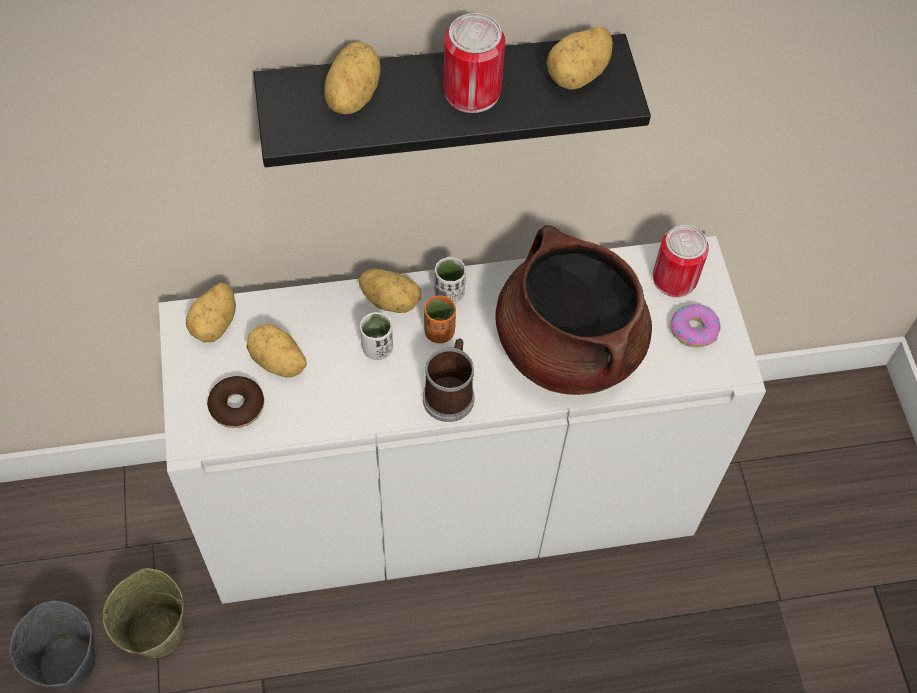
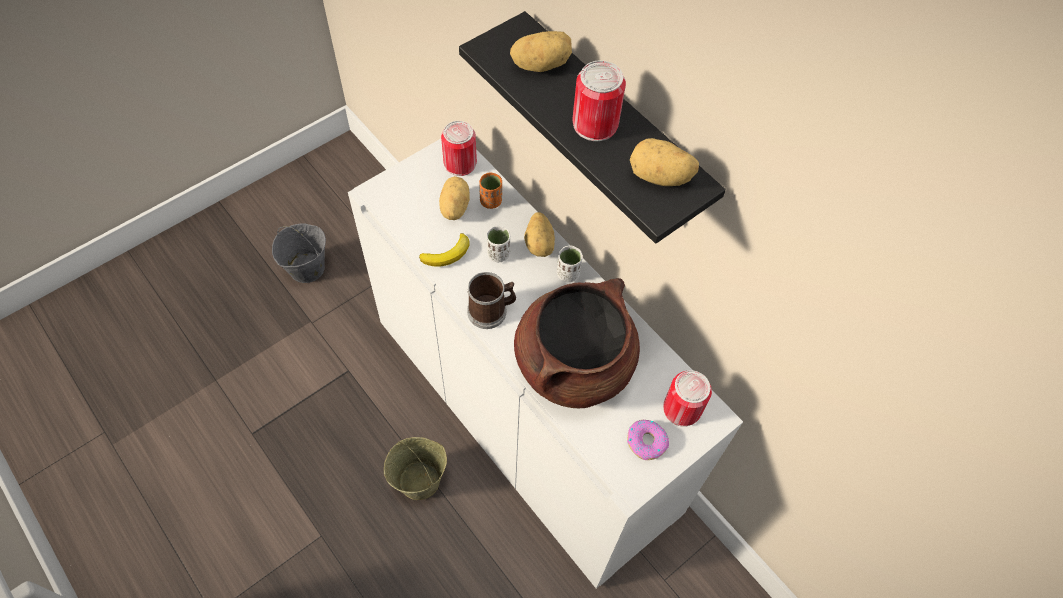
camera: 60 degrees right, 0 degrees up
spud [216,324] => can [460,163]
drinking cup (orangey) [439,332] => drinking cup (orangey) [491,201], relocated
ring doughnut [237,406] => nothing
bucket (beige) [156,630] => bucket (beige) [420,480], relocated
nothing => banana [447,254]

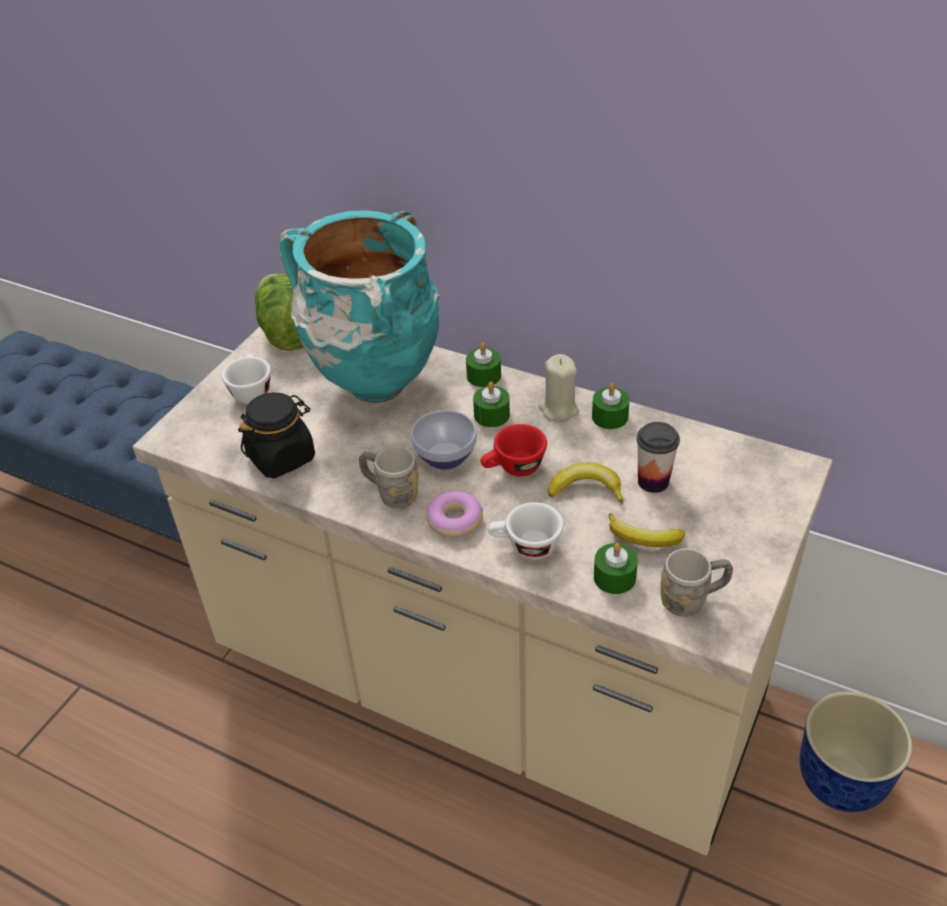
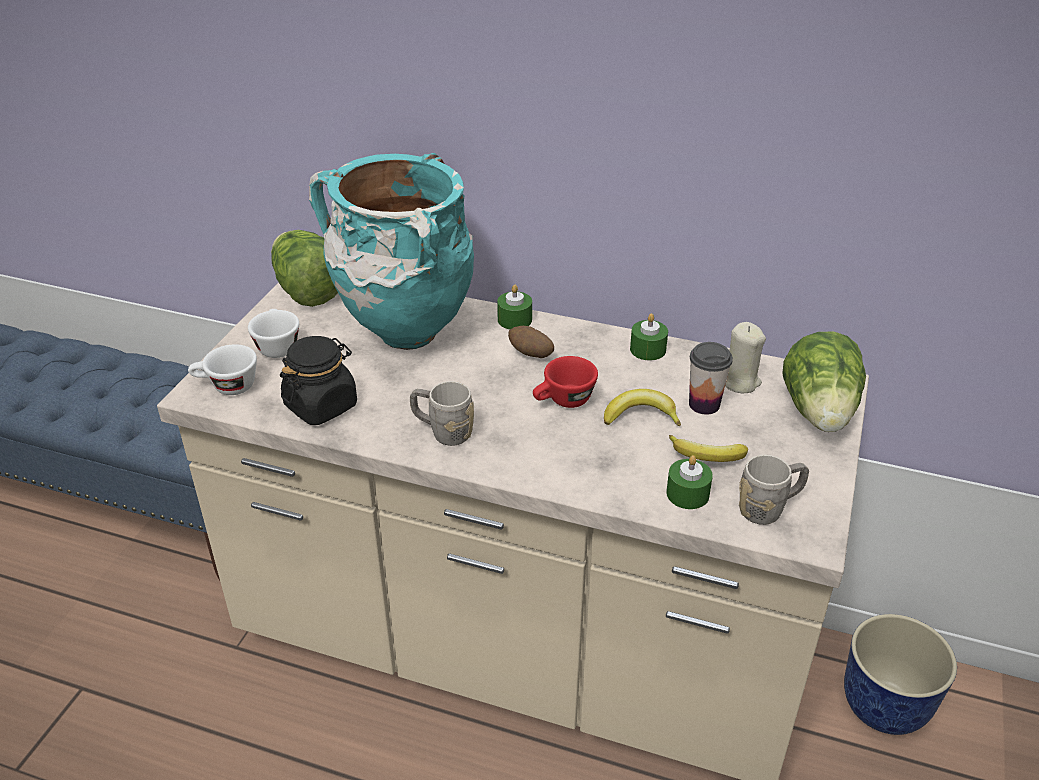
camera: 10 degrees left, 5 degrees down
wax candle (beige) [558,409] => wax candle (beige) [739,381], relocated
wax candle (green) [491,415] => spud [530,354]
bowl [447,456] => nothing
ring doughnut [454,520] => nothing
drinking cup (whitish) [525,547] => drinking cup (whitish) [227,386], relocated
nothing => lettuce [819,413]

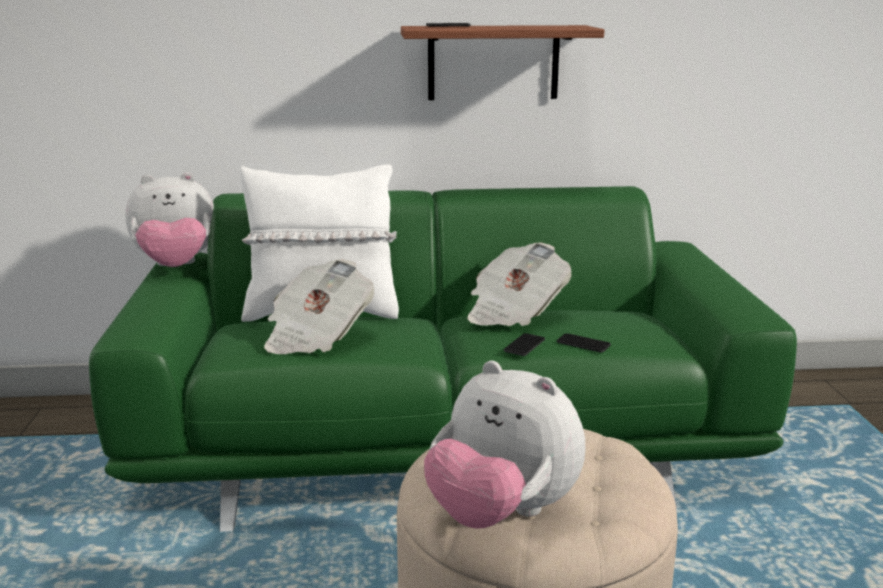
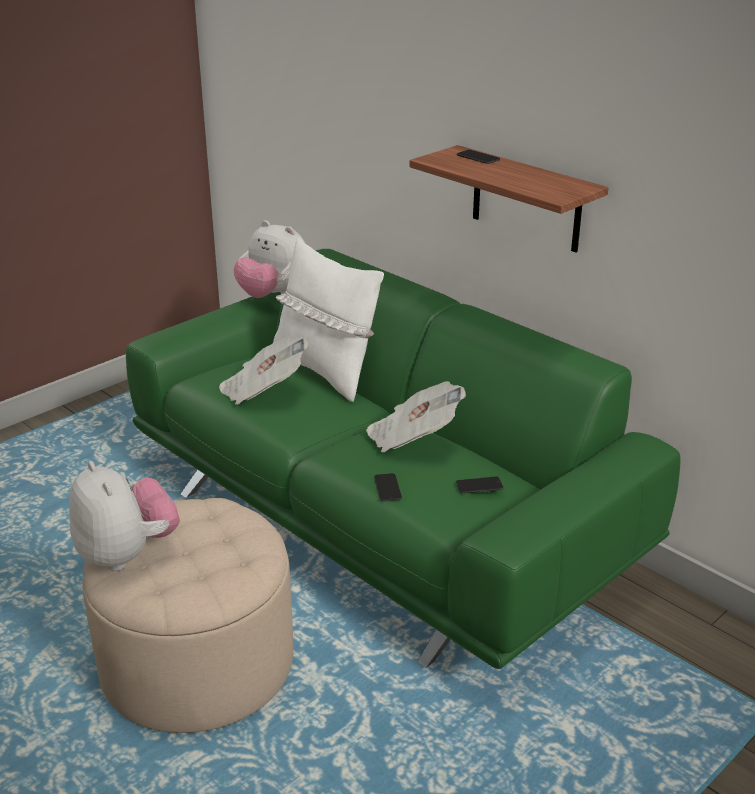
camera: 50 degrees right, 10 degrees up
handset [524,345] => handset [479,486], relocated
cuddly toy [502,514] => cuddly toy [127,554], 150 degrees clockwise

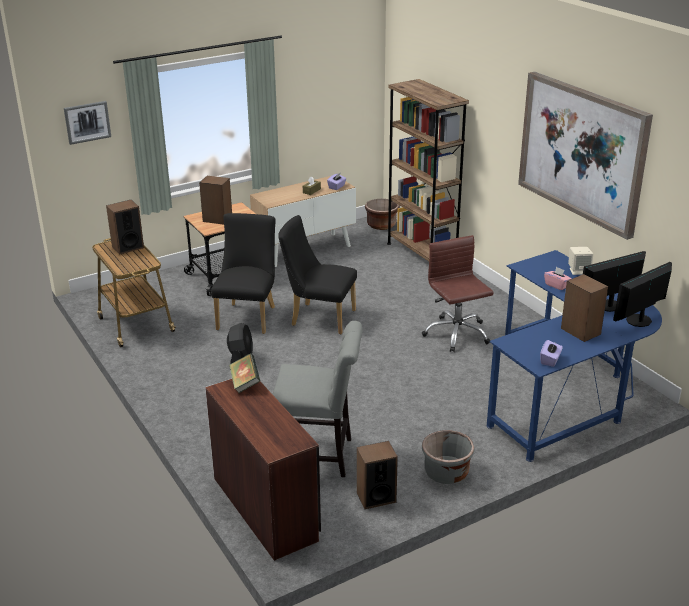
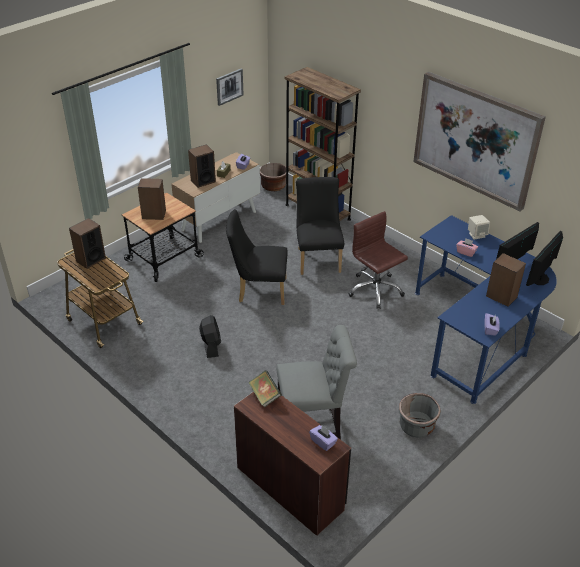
camera: 15 degrees left, 10 degrees up
wall picture [87,122] => wall picture [229,86], relocated
upright chair (black) [248,316] => upright chair (black) [318,258], relocated
loudspeaker [376,497] => loudspeaker [203,181], relocated
nothing => tissue box (purplish) [323,442]

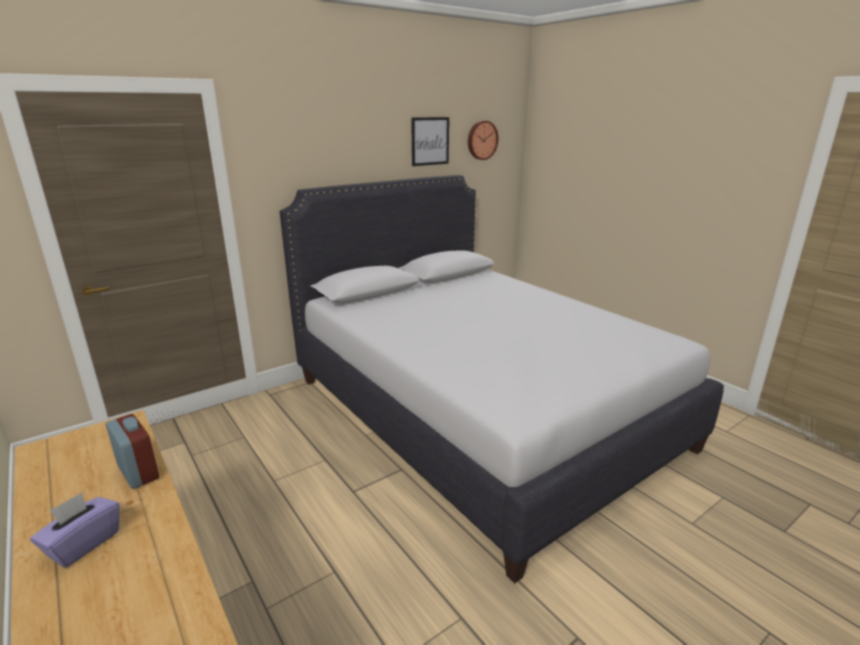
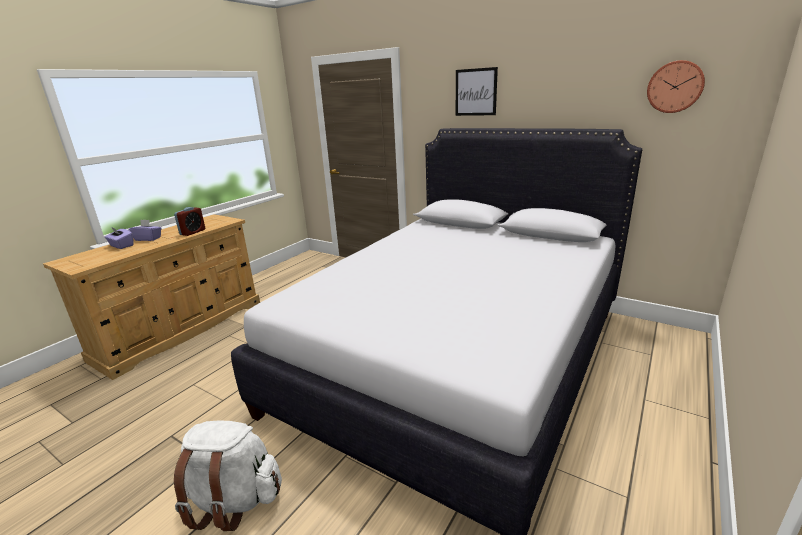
camera: 70 degrees right, 0 degrees up
wall picture [430,141] => wall picture [476,92], relocated
nothing => tissue box (purplish) [121,246]
nothing => knapsack (whitish) [233,500]

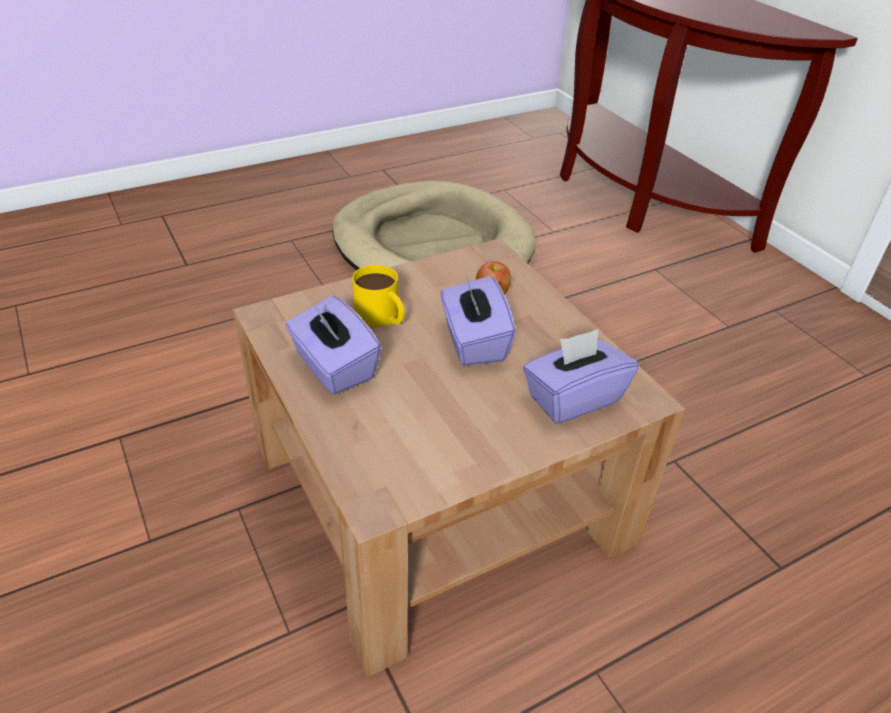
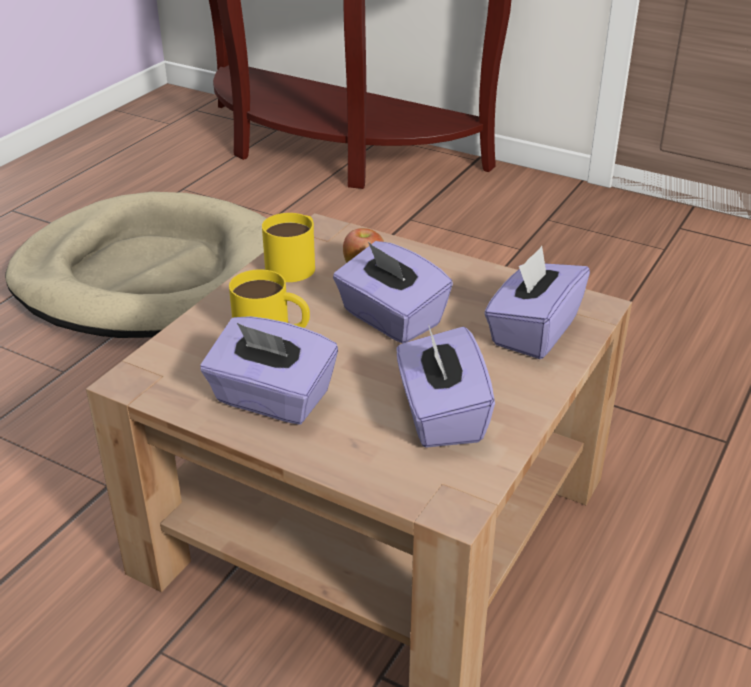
camera: 30 degrees left, 5 degrees down
nothing => mug (yellowish) [295,263]
nothing => tissue box (purplish) [440,415]

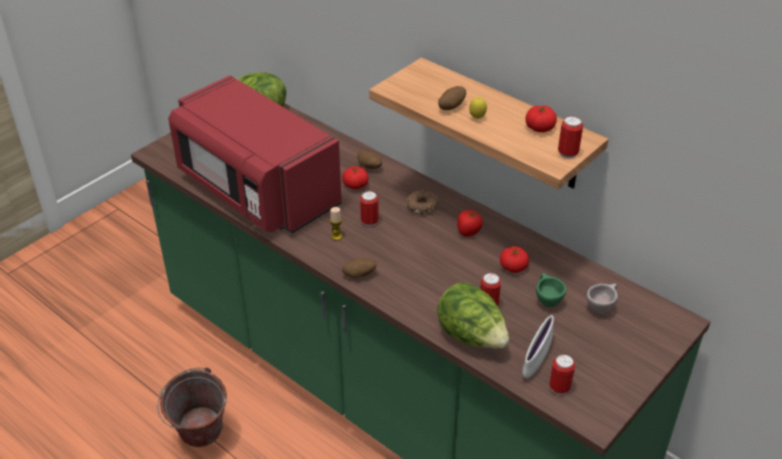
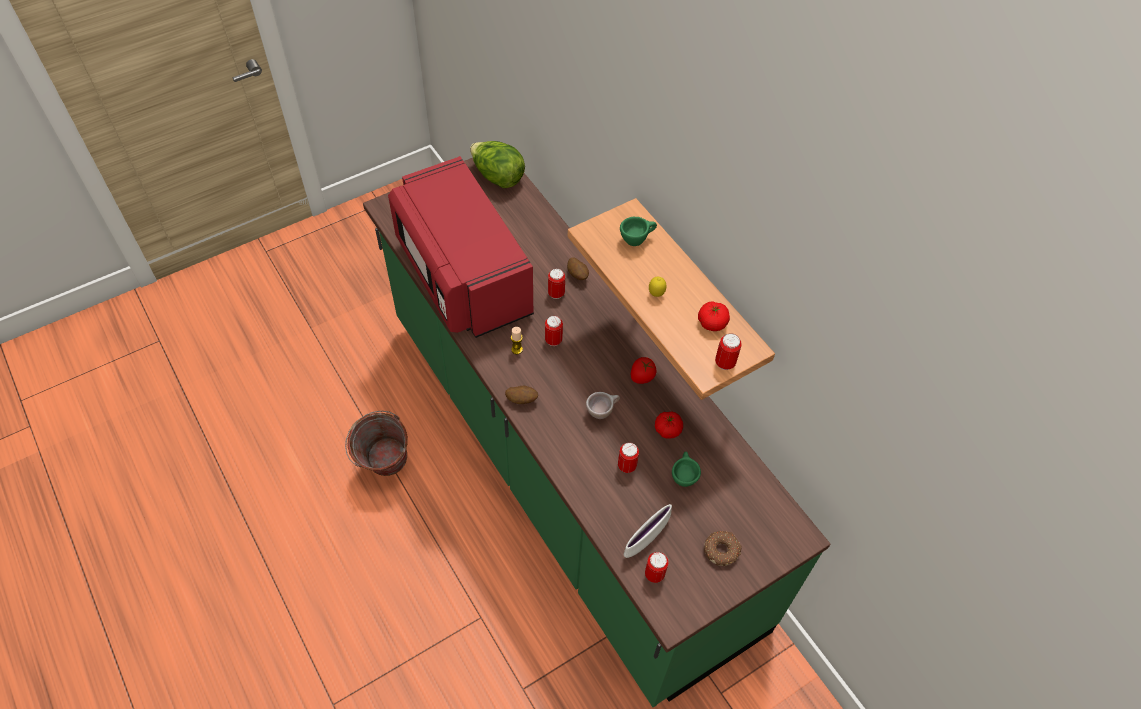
camera: 15 degrees right, 15 degrees up
spud [451,107] => nothing
tomato [355,185] => can [556,293]
ring doughnut [422,206] => ring doughnut [721,550], relocated
lettuce [471,337] => nothing
drinking cup (beige) [601,307] => drinking cup (beige) [602,411], relocated
nothing => drinking cup (green) [637,240]

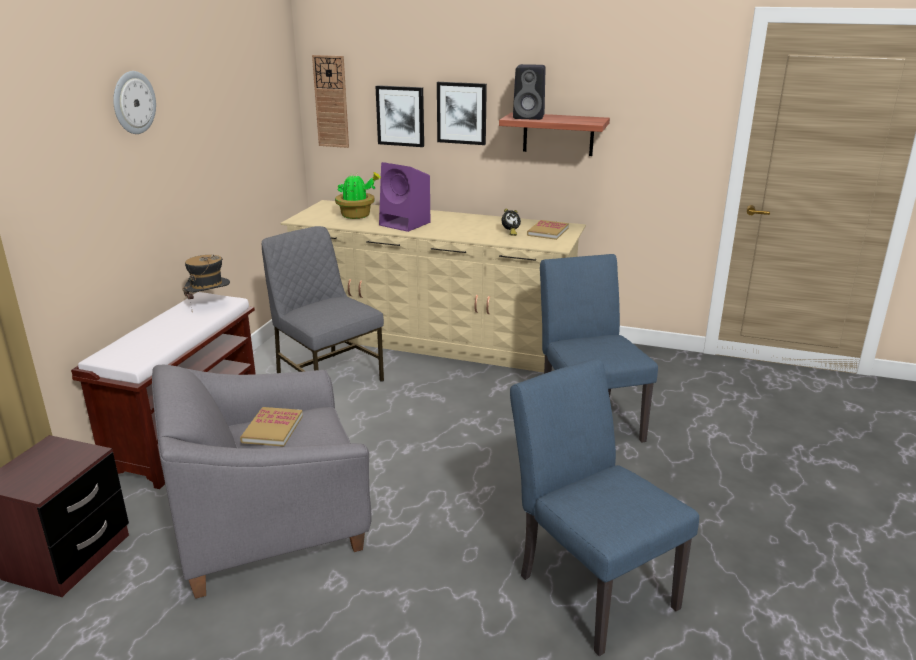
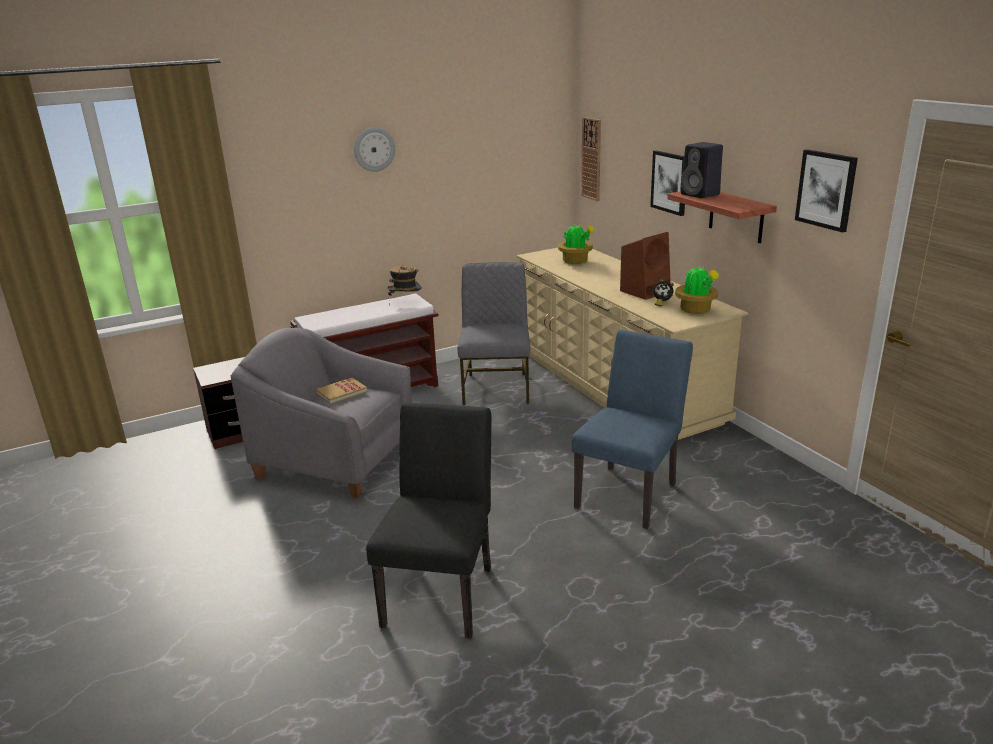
camera: 45 degrees right, 0 degrees up
wall picture [400,116] => wall picture [826,190], relocated
loudspeaker (purplish) [406,224] => nothing
bound book [548,232] => potted plant [696,310]
upright chair (bluish) [589,584] => upright chair (black) [442,590]
nothing => loudspeaker (brownish) [645,291]

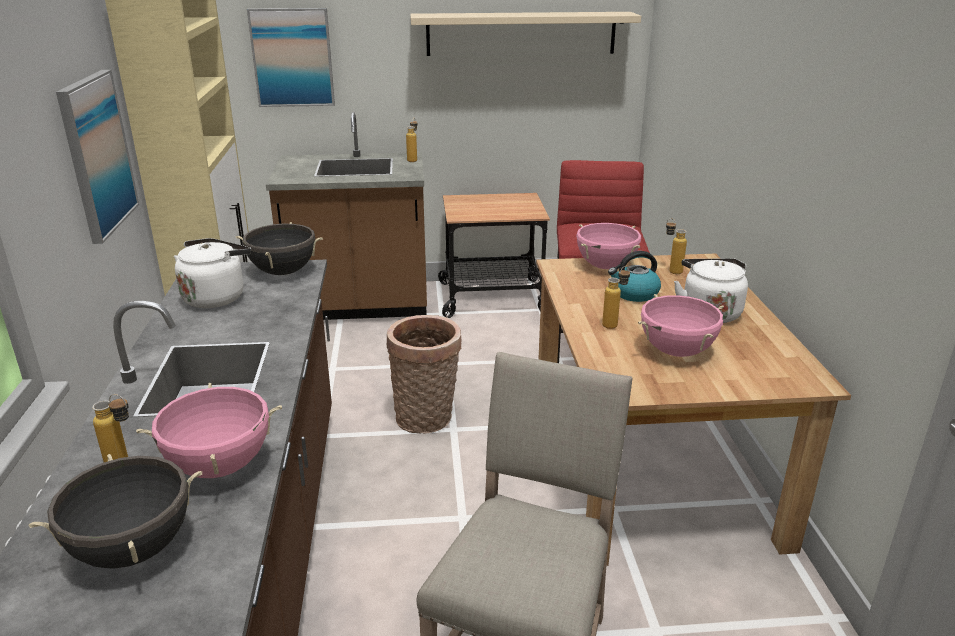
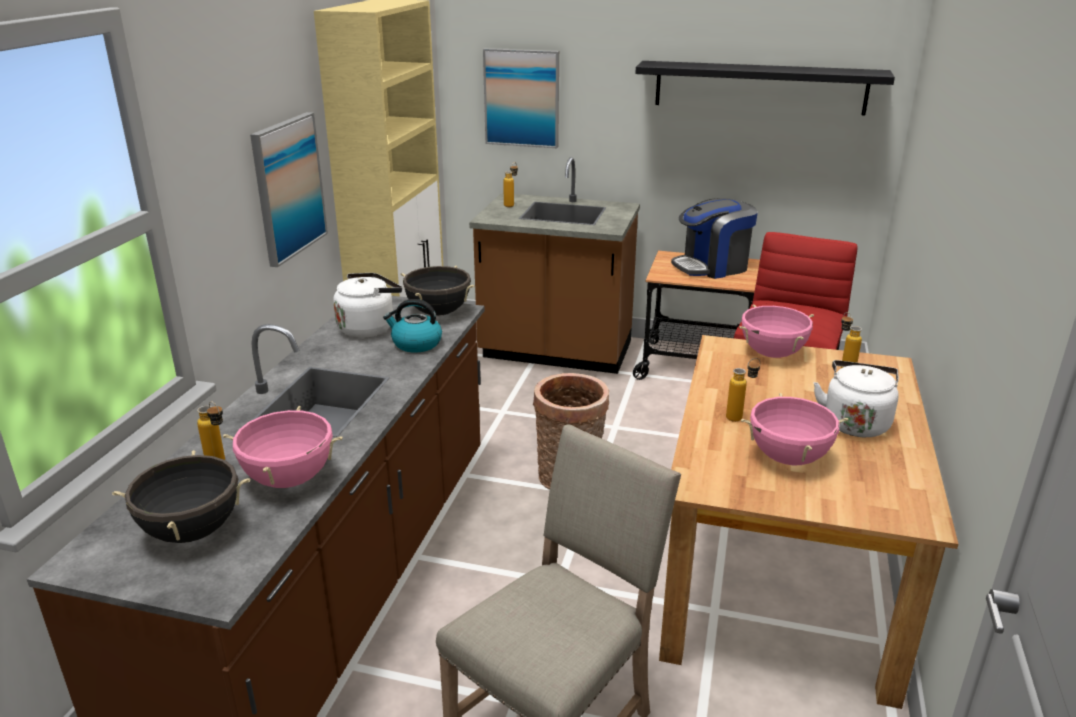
camera: 20 degrees right, 0 degrees up
bracket shelf (beige) [521,33] => bracket shelf (black) [760,87]
bottle [413,160] => bottle [511,204], relocated
water kettle [634,294] => water kettle [416,344], relocated
nothing => coffee machine [712,266]

